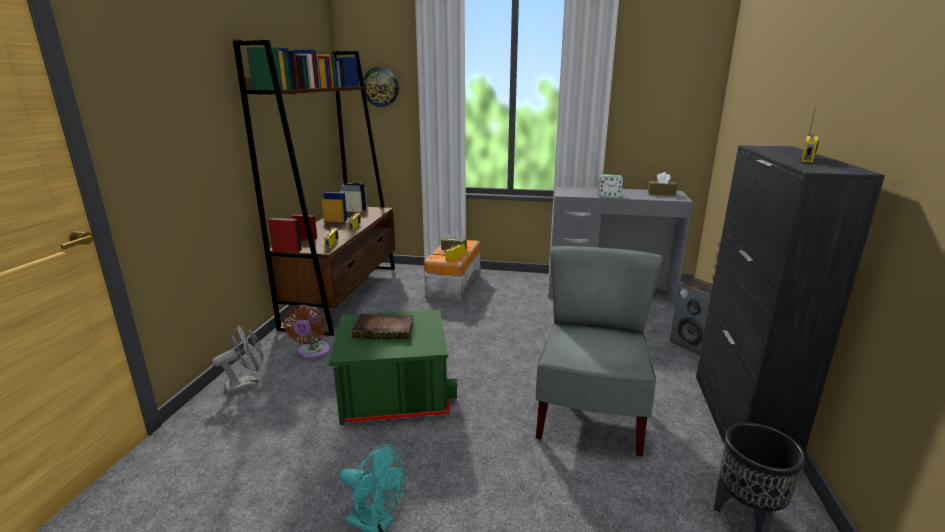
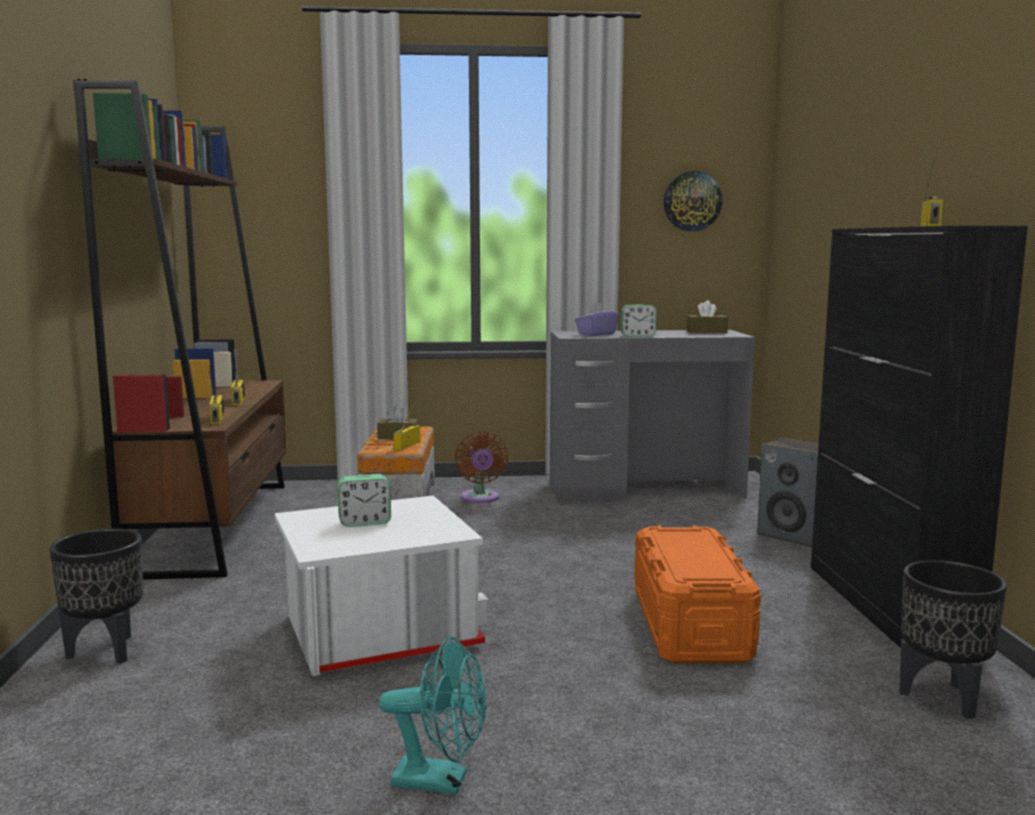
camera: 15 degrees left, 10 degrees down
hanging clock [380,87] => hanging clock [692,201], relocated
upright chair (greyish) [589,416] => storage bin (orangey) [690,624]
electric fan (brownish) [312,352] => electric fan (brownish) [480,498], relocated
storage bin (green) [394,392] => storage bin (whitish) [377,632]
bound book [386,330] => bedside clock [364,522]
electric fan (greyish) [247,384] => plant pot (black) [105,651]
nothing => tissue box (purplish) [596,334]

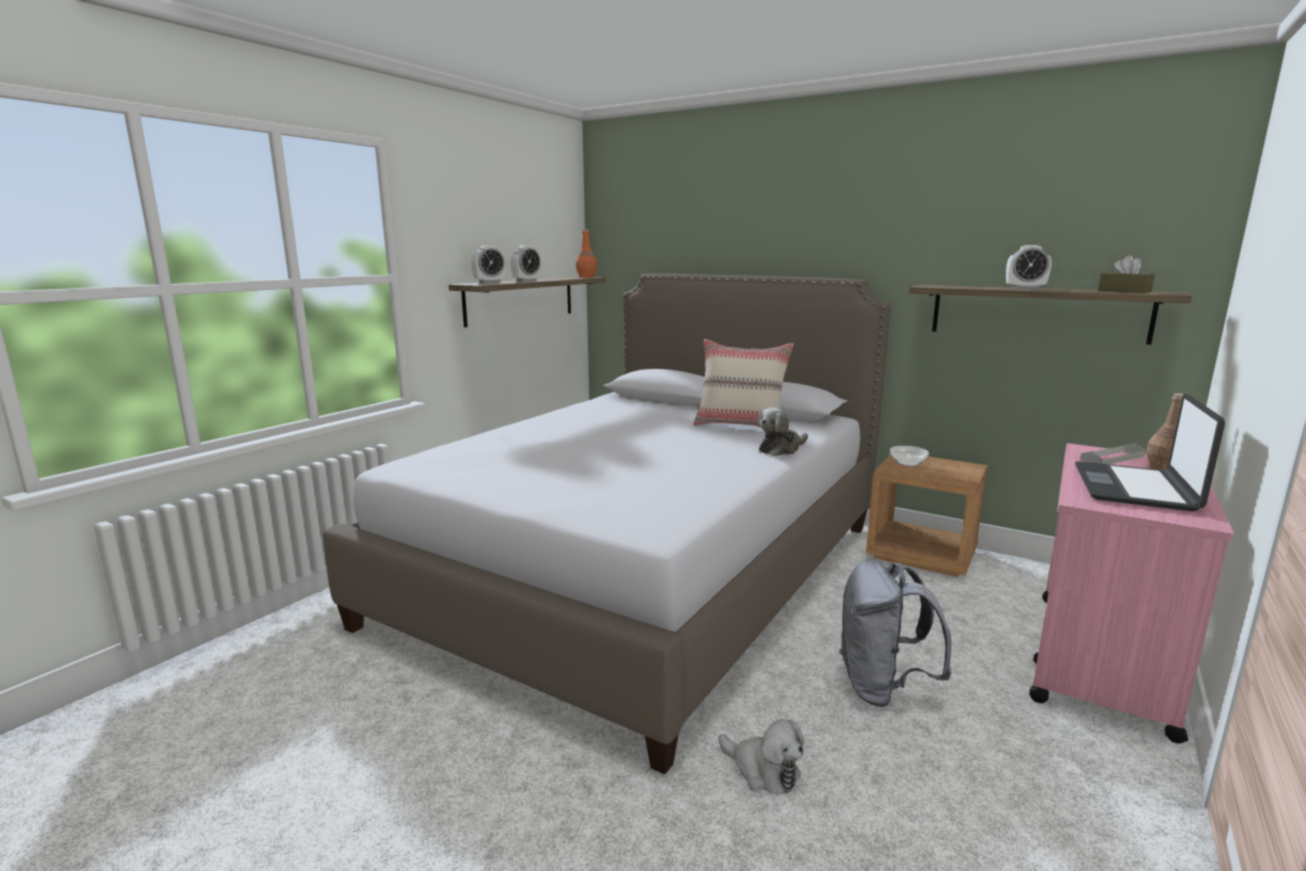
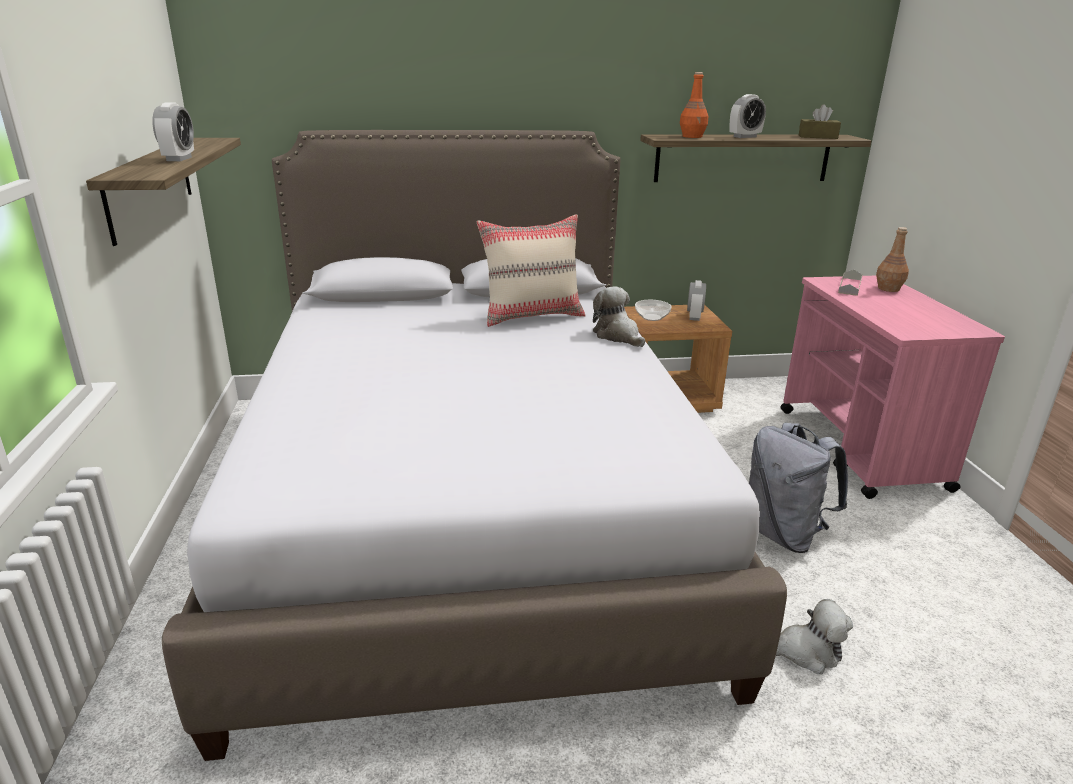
camera: 40 degrees left, 10 degrees up
bottle (orangey) [587,277] => bottle (orangey) [692,136], relocated
bedside clock [489,282] => bedside clock [694,317], relocated
notebook computer [1135,488] => nothing
cuddly toy [781,449] => cuddly toy [617,336], 135 degrees clockwise

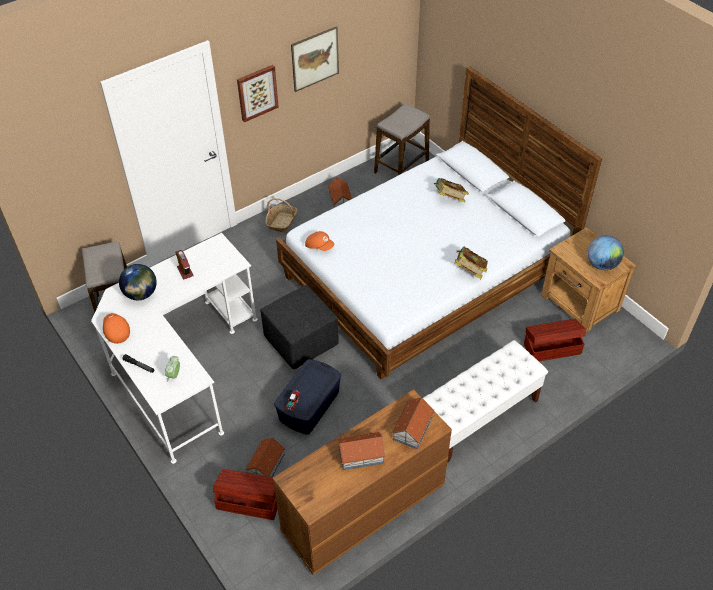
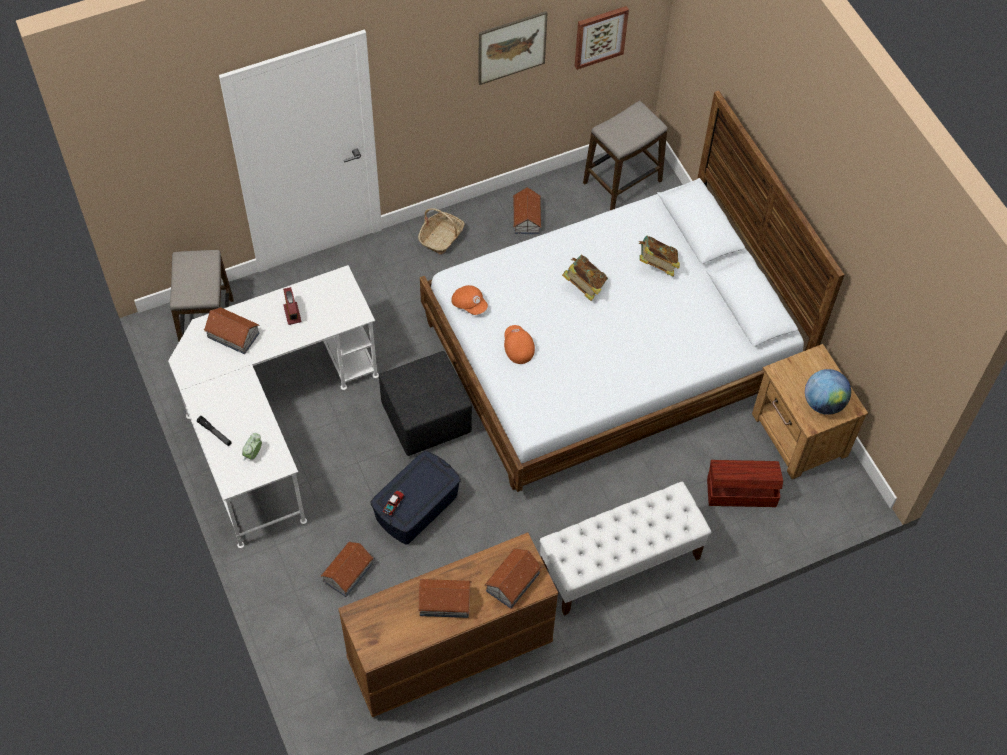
camera: 10 degrees right, 10 degrees up
wall picture [257,92] => wall picture [600,36], relocated
bound book [470,271] => bound book [584,286], relocated
desk globe [141,294] => model house [233,335]
baseball cap (orangey) [116,332] => baseball cap (orangey) [517,348], relocated
storage bin (brownish) [248,501] => nothing

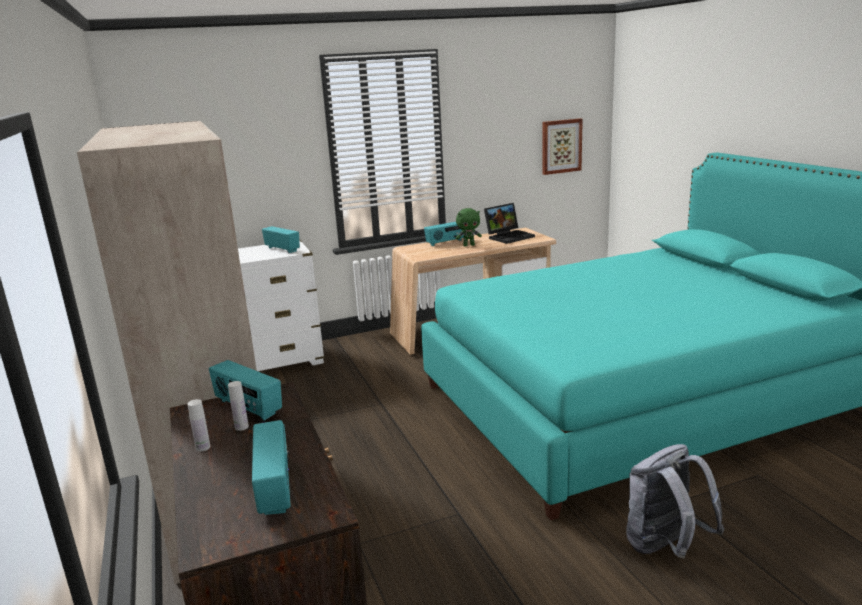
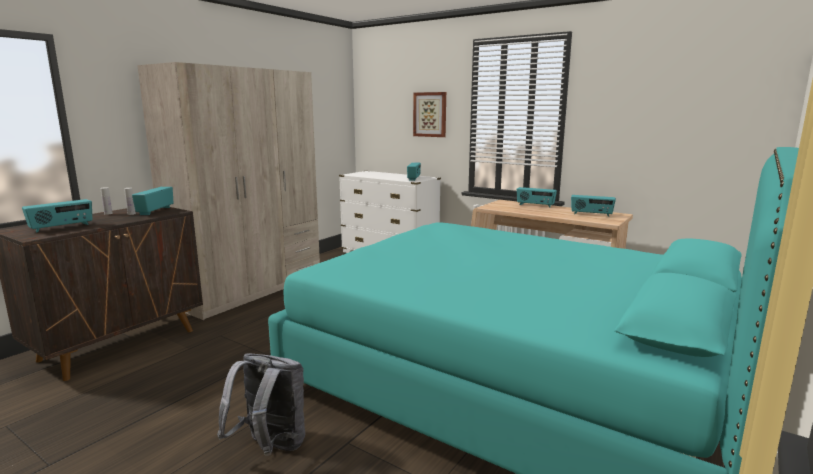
camera: 55 degrees right, 5 degrees down
wall picture [561,146] => wall picture [430,114], relocated
notebook computer [509,236] => radio [591,214]
cuddly toy (green) [469,245] => nothing

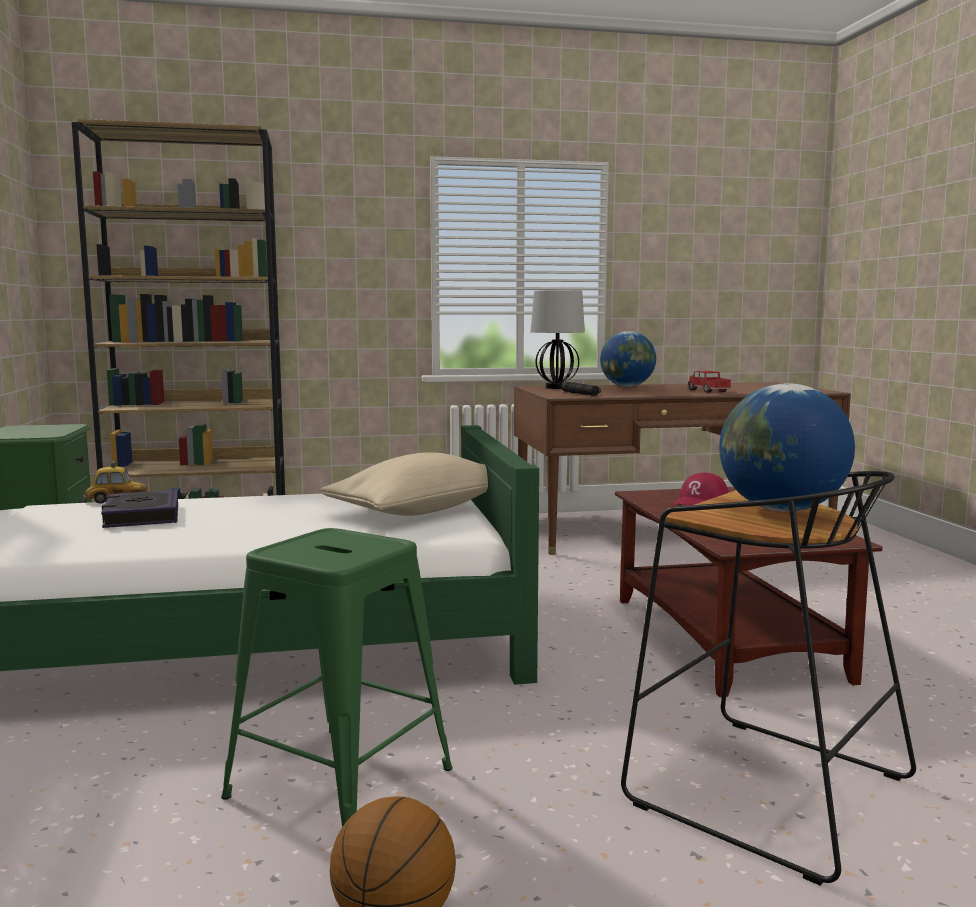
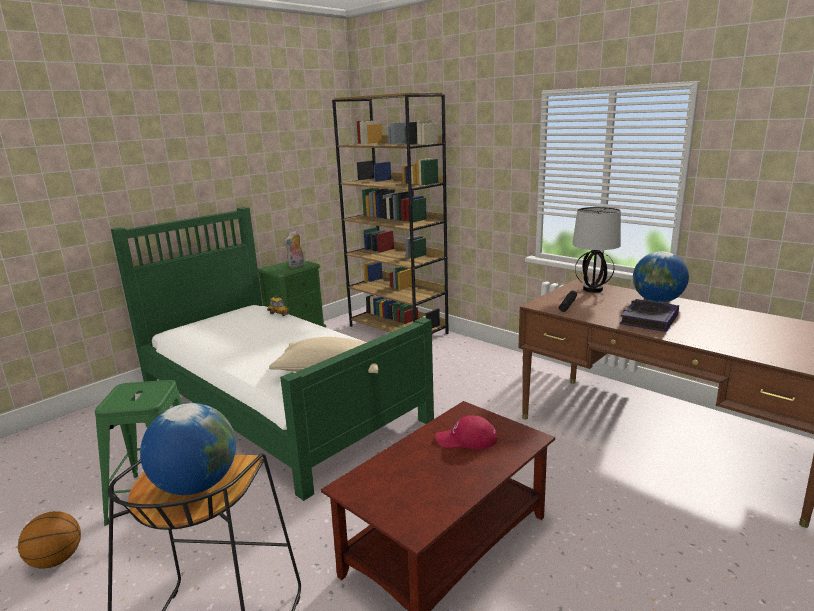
camera: 55 degrees right, 10 degrees up
model truck [708,391] => nothing
bound book [141,516] => bound book [648,319], relocated
nothing => cuddly toy [296,266]

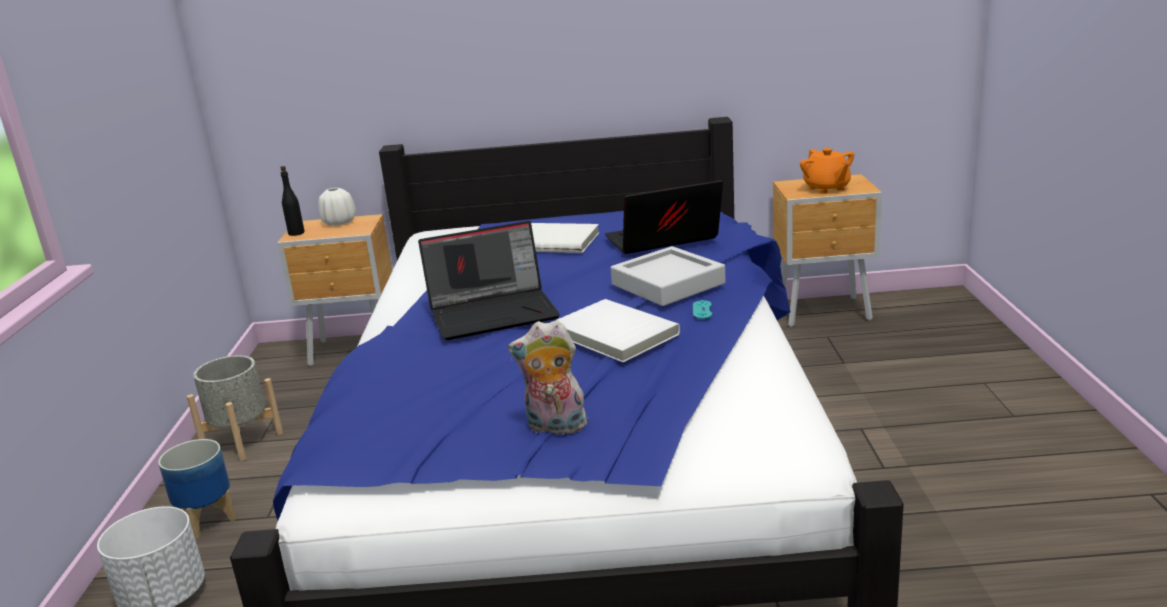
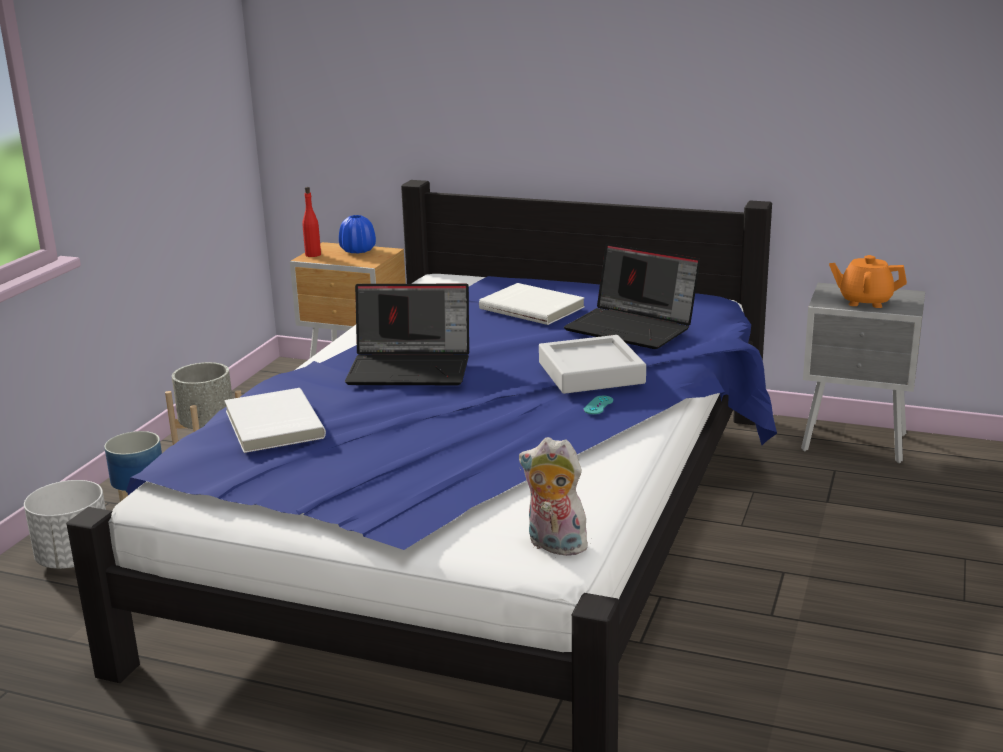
camera: 20 degrees right, 0 degrees up
pot for tea (orangey) [826,188] => pot for tea (orangey) [865,301], 105 degrees clockwise
bottle (black) [296,233] => bottle (reddish) [313,254]
nightstand (brownish) [825,313] => nightstand (greyish) [856,444]
notebook computer [662,241] => notebook computer [633,327], 150 degrees counterclockwise
vase (whitish) [339,222] => vase (bluish) [358,250]
bound book (whitish) [612,335] => bound book (whitish) [272,425], relocated
cuddly toy [554,428] => cuddly toy [553,546], relocated

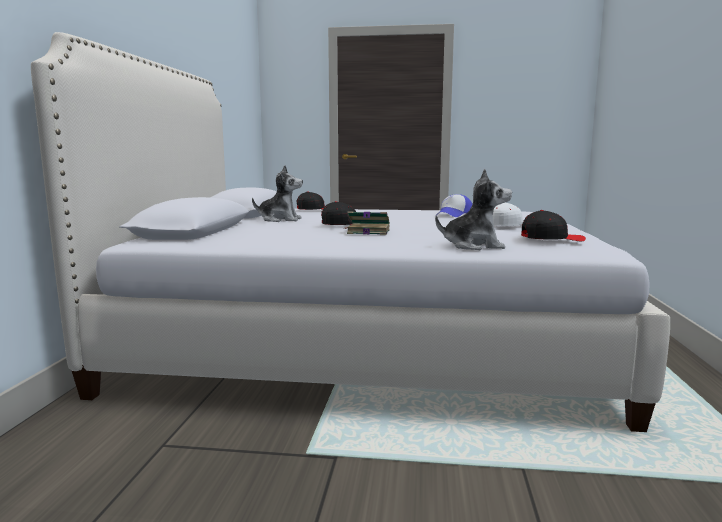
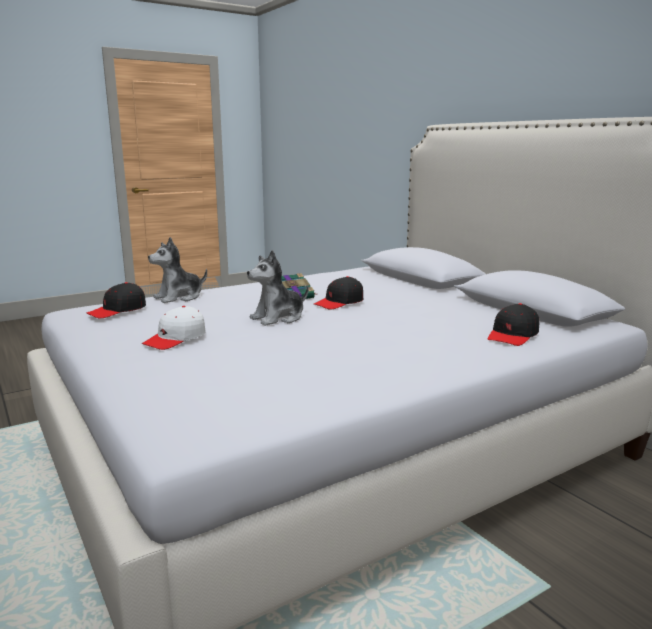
camera: 140 degrees right, 5 degrees up
cuddly toy [280,220] => cuddly toy [278,318], relocated
baseball cap [454,215] => nothing

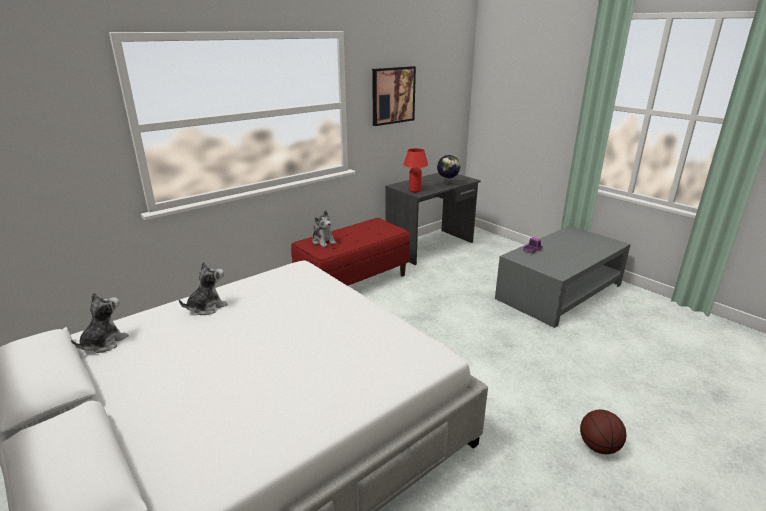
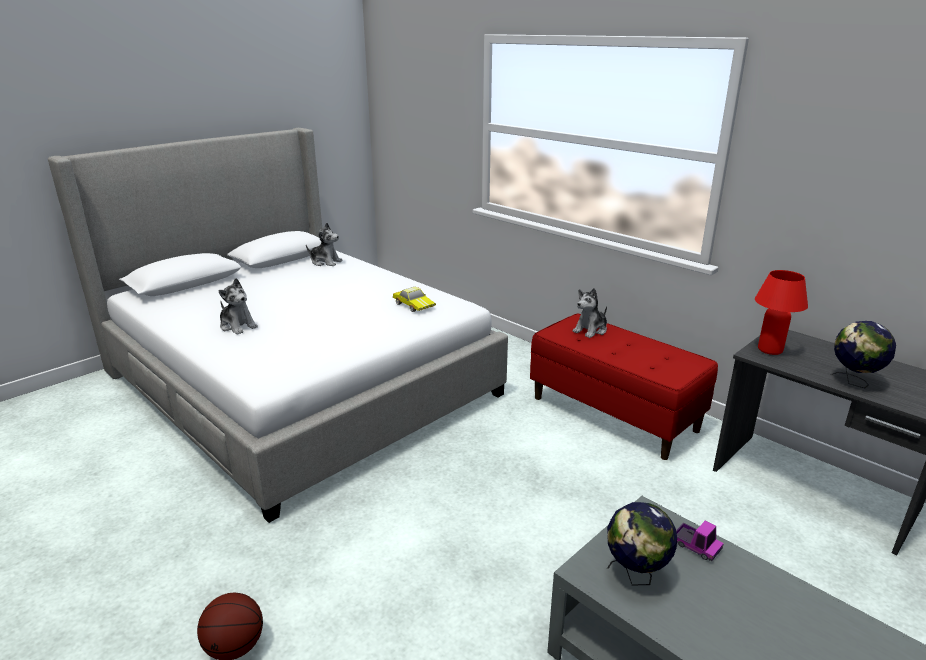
camera: 85 degrees right, 0 degrees up
wall picture [393,95] => nothing
cuddly toy [207,307] => cuddly toy [238,326], relocated
nothing => miniature car [414,305]
nothing => desk globe [635,576]

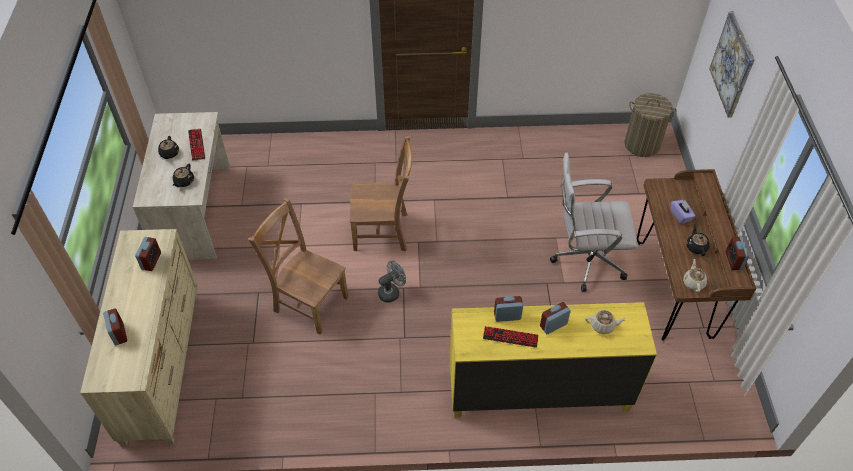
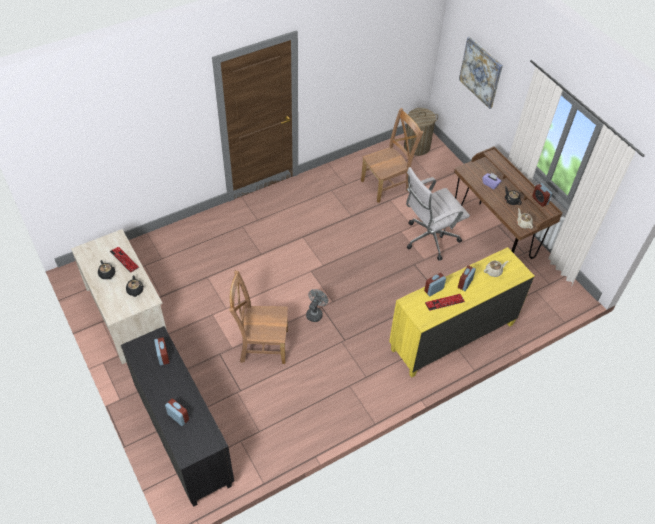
camera: 30 degrees left, 0 degrees up
upright chair (brownish) [383,232] => upright chair (brownish) [387,185], relocated
dresser (beige) [163,365] => dresser (black) [184,436]

